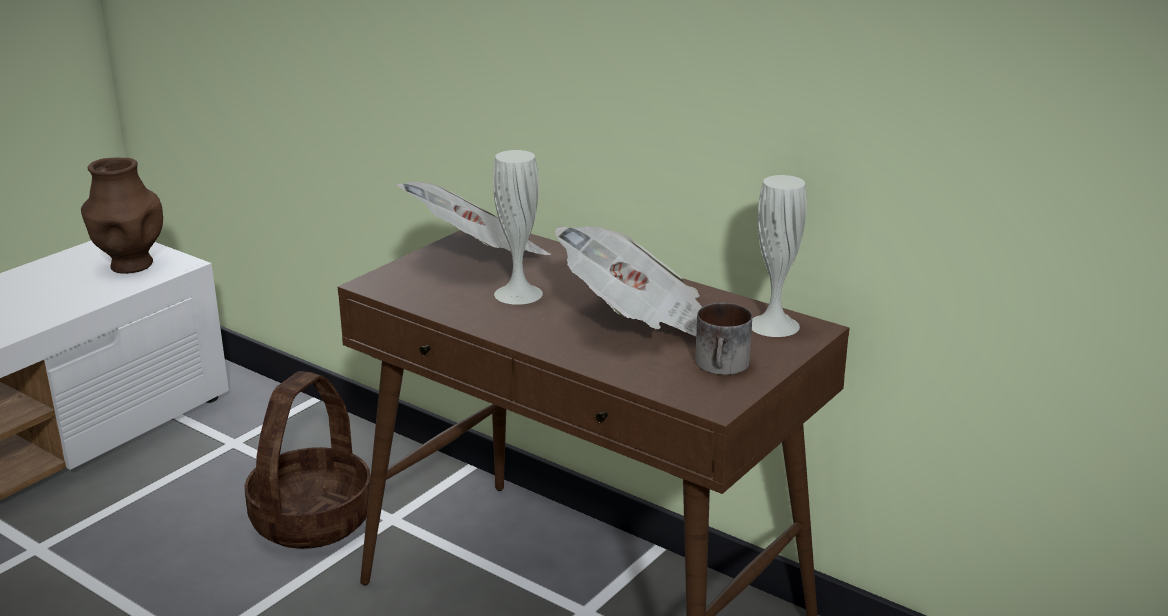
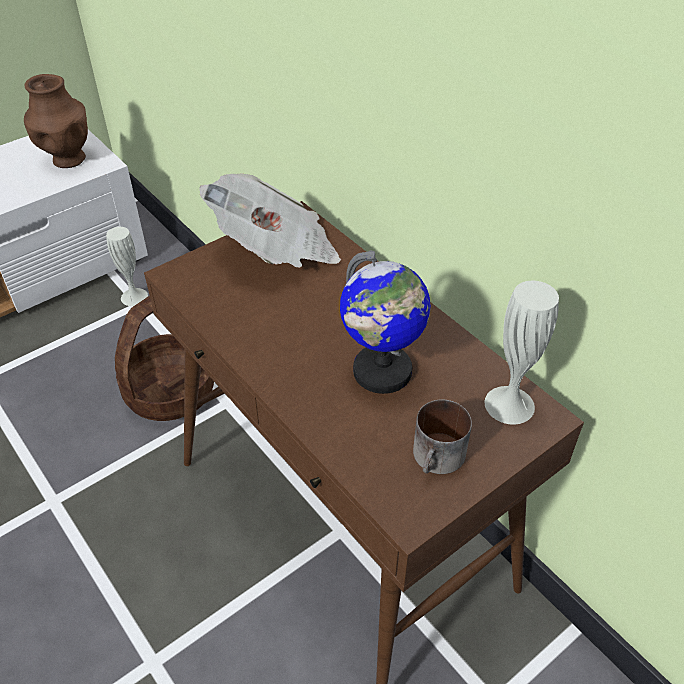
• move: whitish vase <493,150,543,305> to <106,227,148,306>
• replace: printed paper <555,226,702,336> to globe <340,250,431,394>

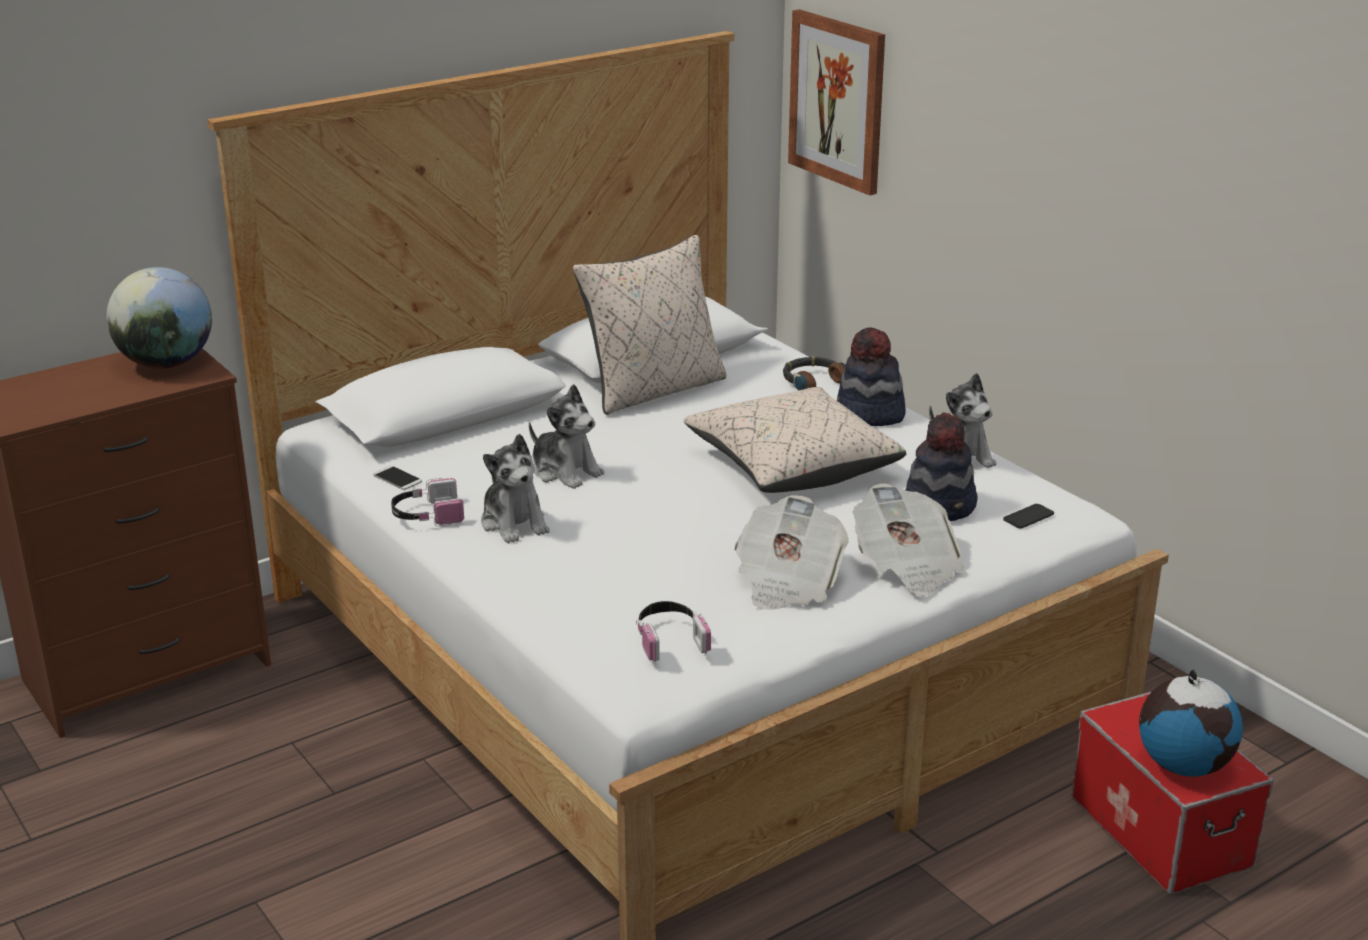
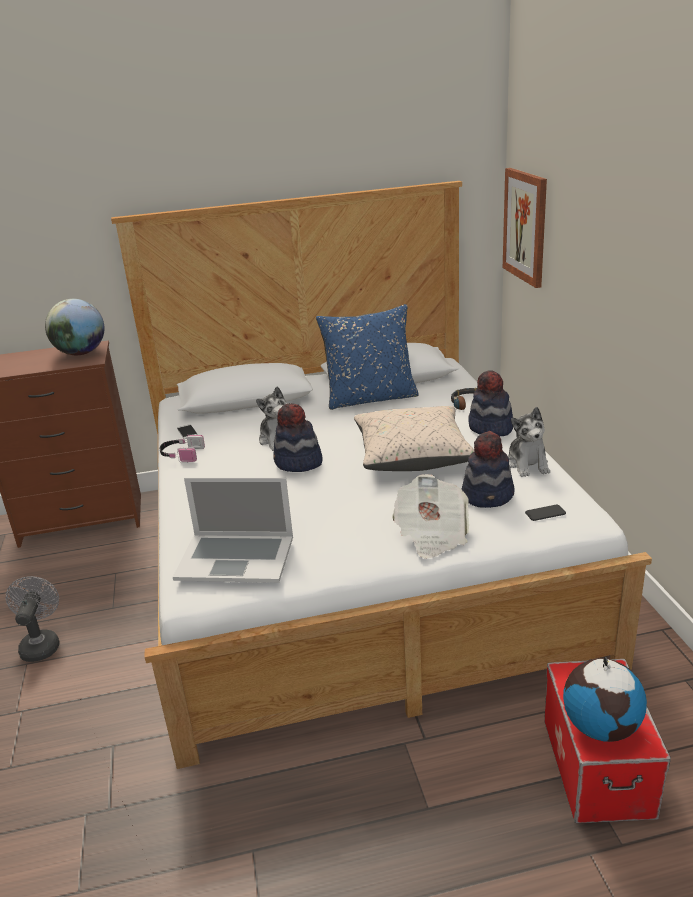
• delete: plush toy <481,434,550,543>
• delete: printed paper <735,495,849,610>
• insert: gray fan <6,576,59,662>
• insert: wearable hat <273,403,323,472>
• replace: headset <636,601,711,662> to laptop <173,478,293,583>
• recolor: beige-coloured throw pillow <573,235,726,415> to bluish throw pillow <316,304,419,410>

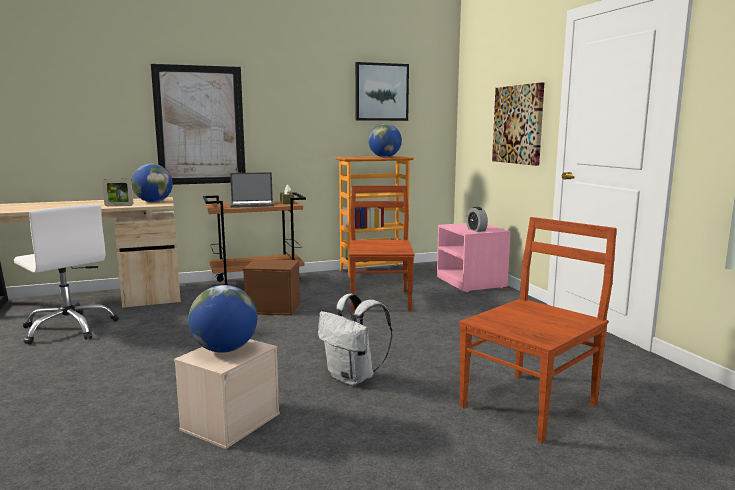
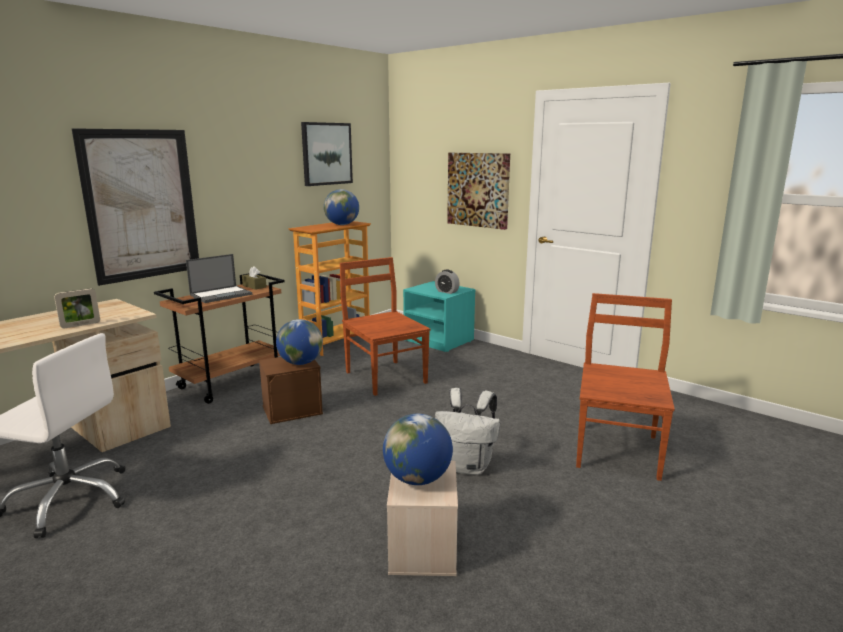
• move: globe <131,164,173,202> to <276,319,323,365>
• recolor: pink nightstand <437,223,511,292> to blue-green nightstand <403,281,475,352>

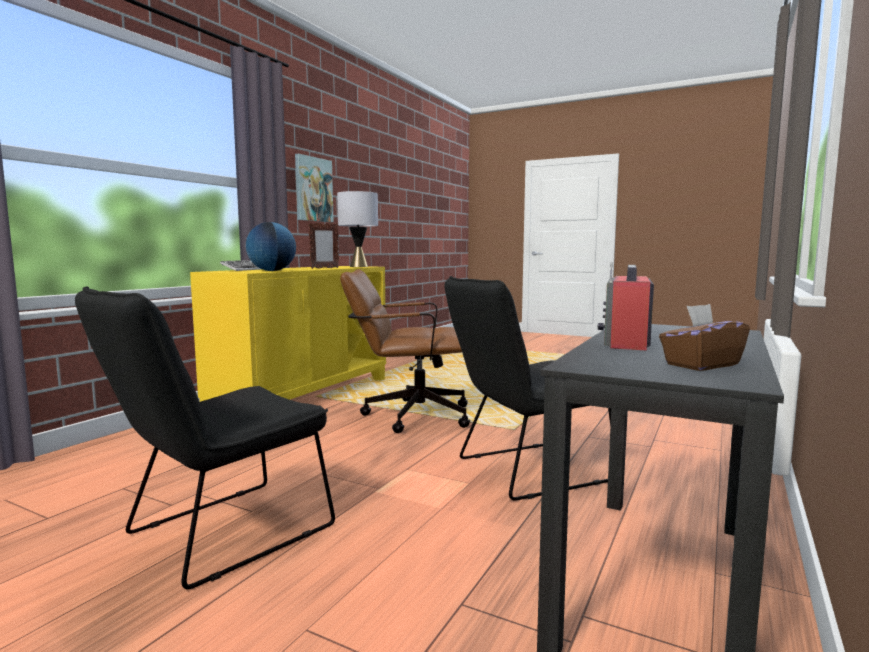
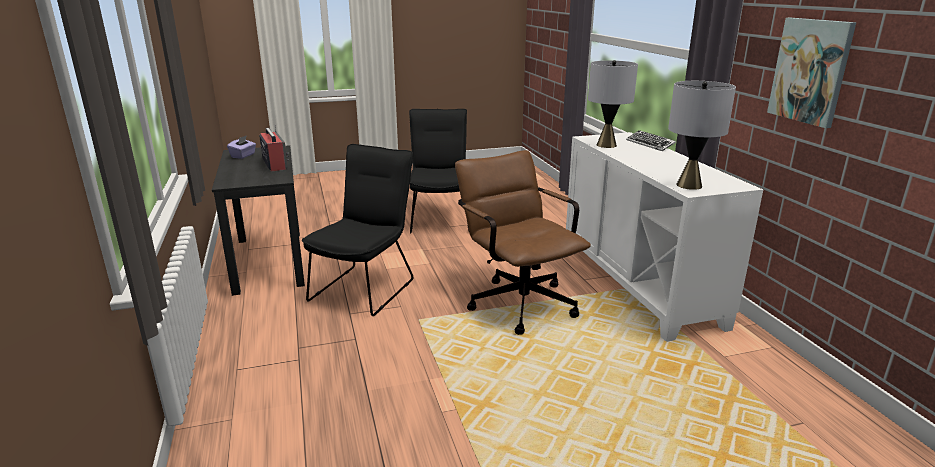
• delete: photo frame <308,223,339,269>
• replace: globe <246,222,296,271> to gray lamp for a table <588,60,638,148>
• recolor: yellow storage cabinet <190,266,386,402> to whitish storage cabinet <566,132,763,342>
• recolor: brown-coloured tissue holder <659,304,750,371> to purplish tissue holder <227,135,256,159>
• rotate: brown-coloured desk chair <340,269,470,433> = <455,150,591,335> 75 degrees counterclockwise

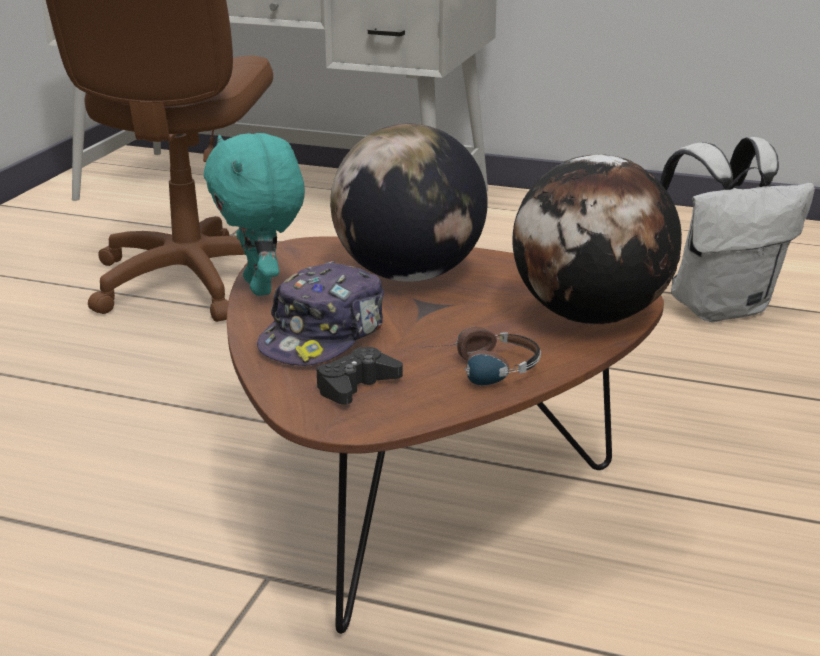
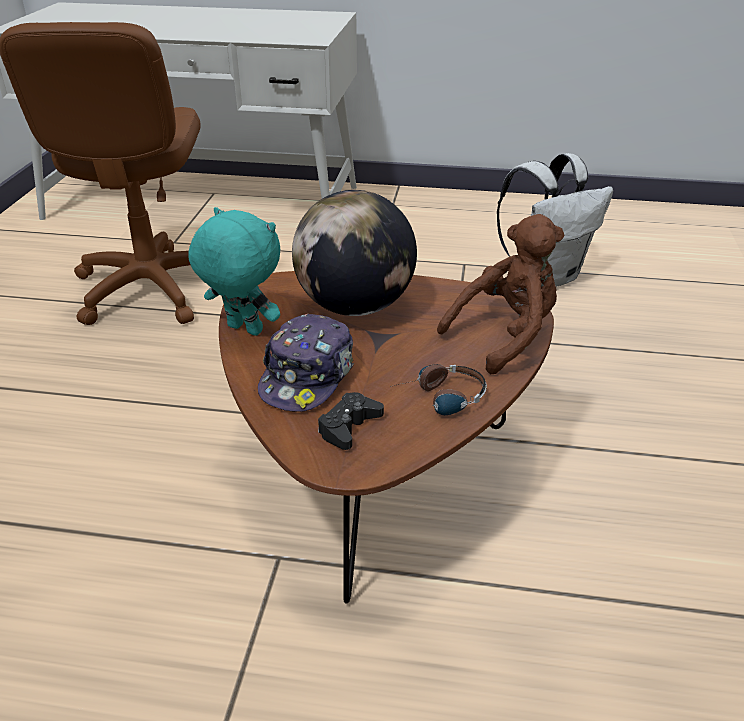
• replace: globe <512,154,682,324> to brown-coloured plush toy <437,214,564,374>
• rotate: blue-green plush toy <203,133,305,296> = <188,207,280,336> 150 degrees clockwise

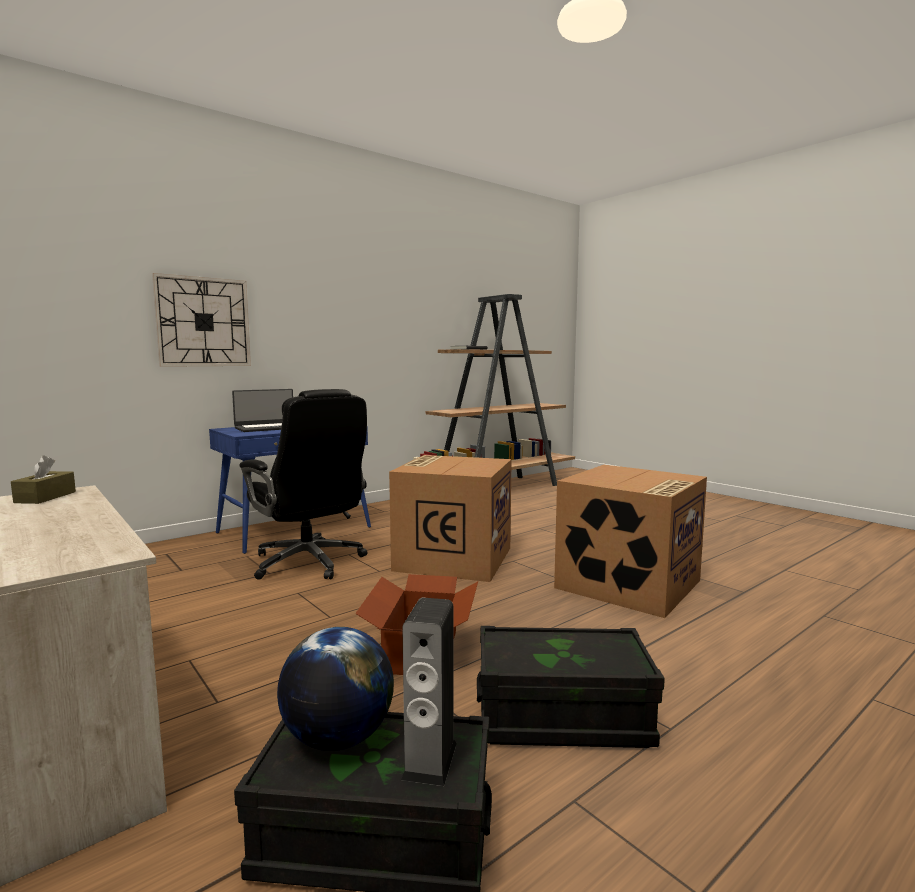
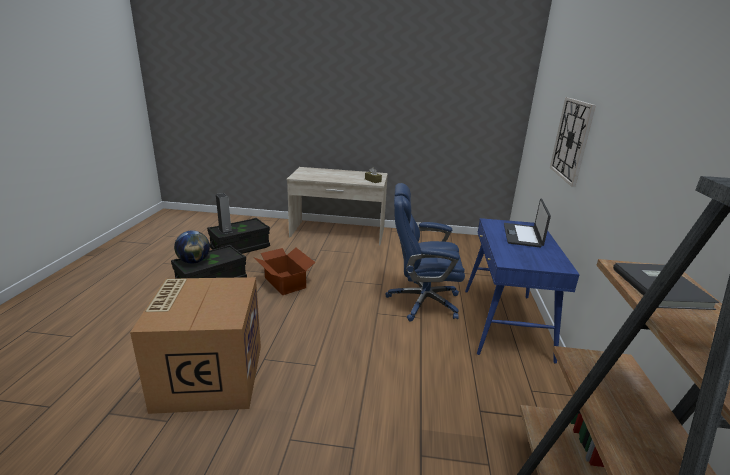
• delete: carton <389,455,512,582>
• move: globe <277,627,394,751> to <174,230,210,264>
• recolor: black-coloured desk chair <239,389,367,580> to bluish desk chair <385,183,465,322>

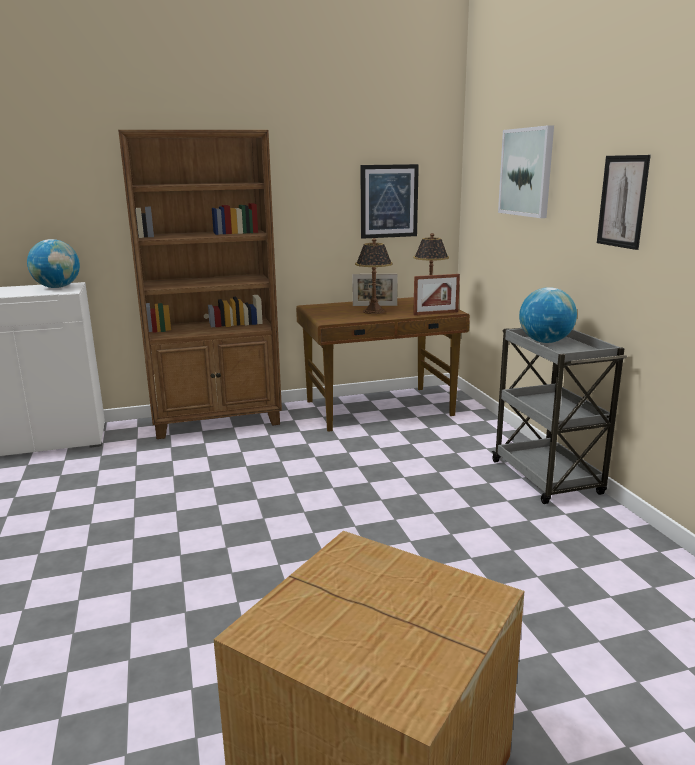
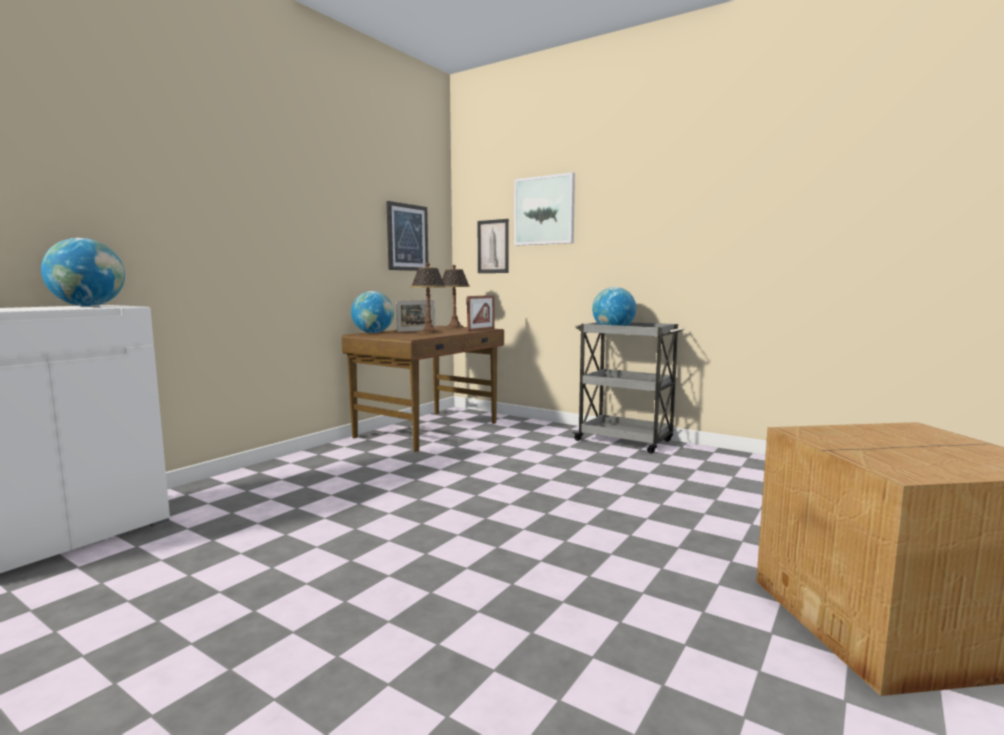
• delete: brown-coloured shelving unit <118,130,282,439>
• insert: globe <351,291,394,333>
• move: wall picture <597,155,651,250> to <478,219,509,273>

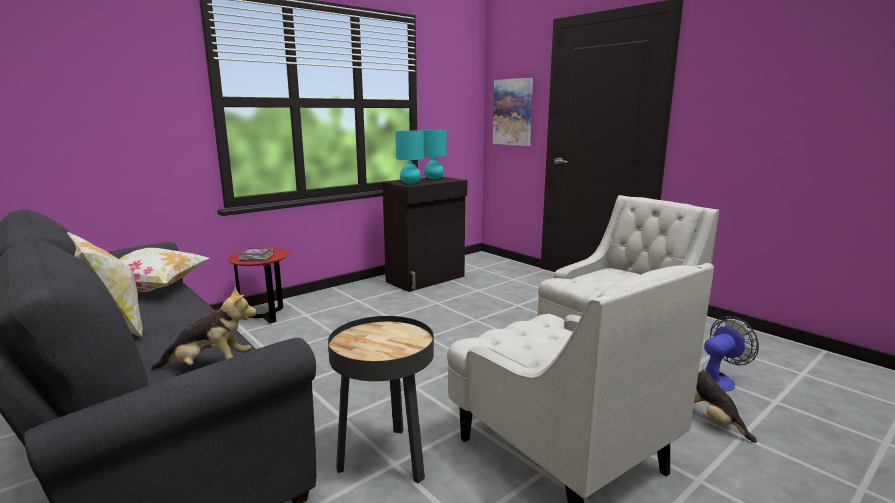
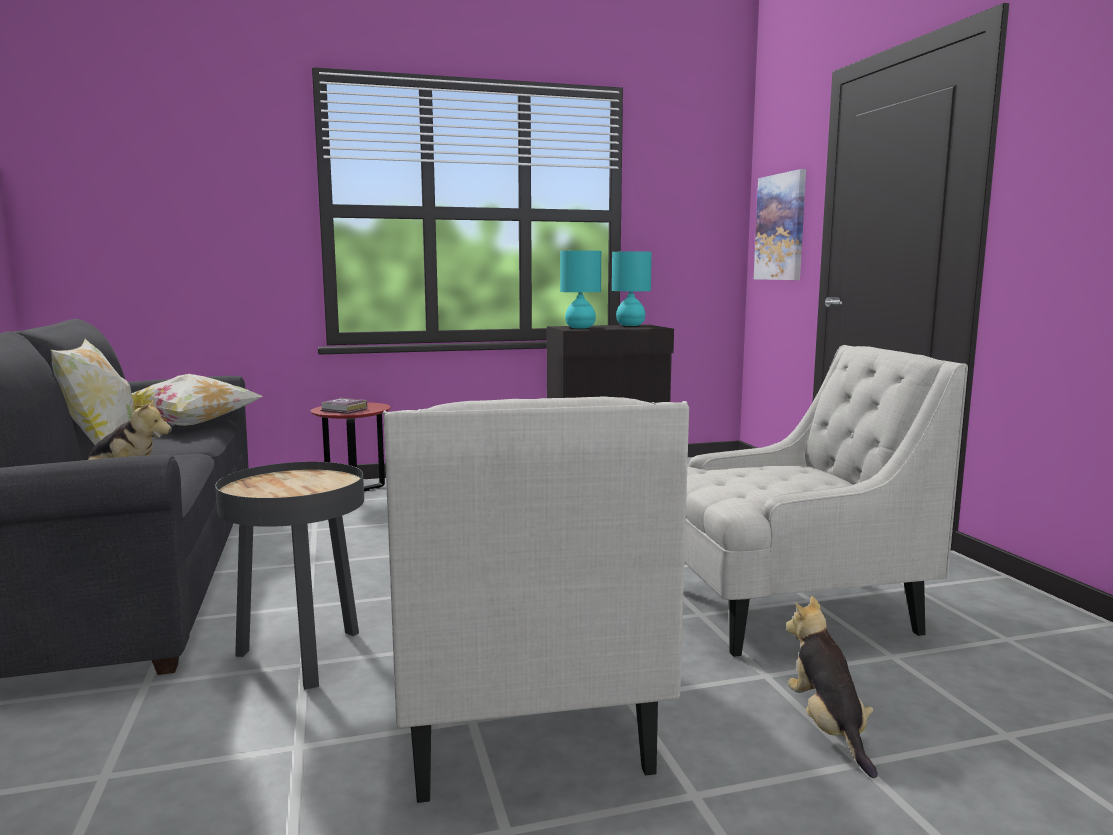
• delete: fan <704,316,759,391>

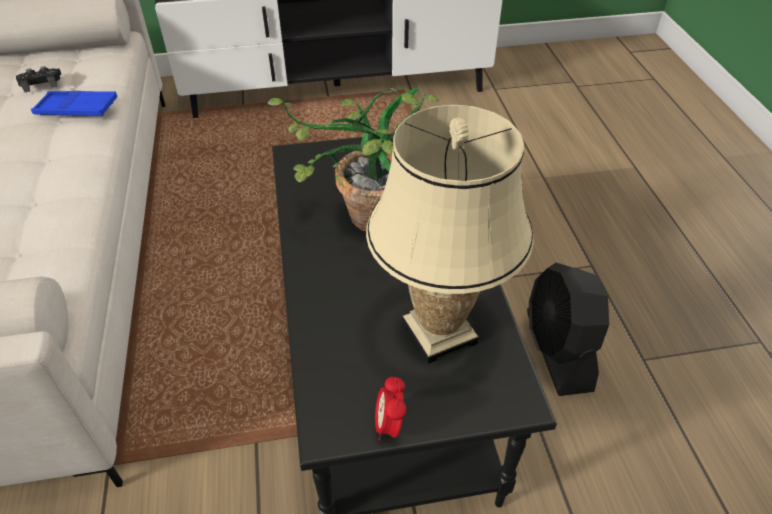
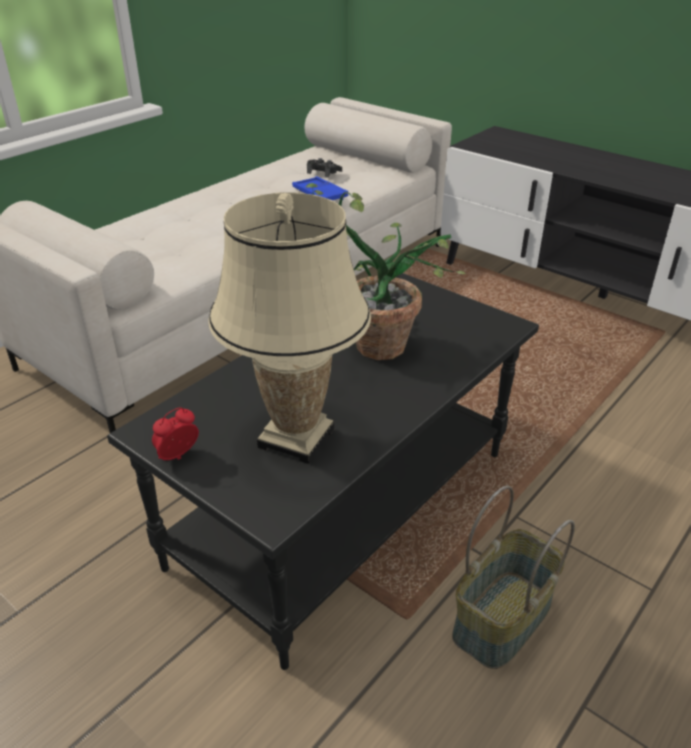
• replace: black-coloured fan <527,263,609,396> to basket <452,486,575,669>

